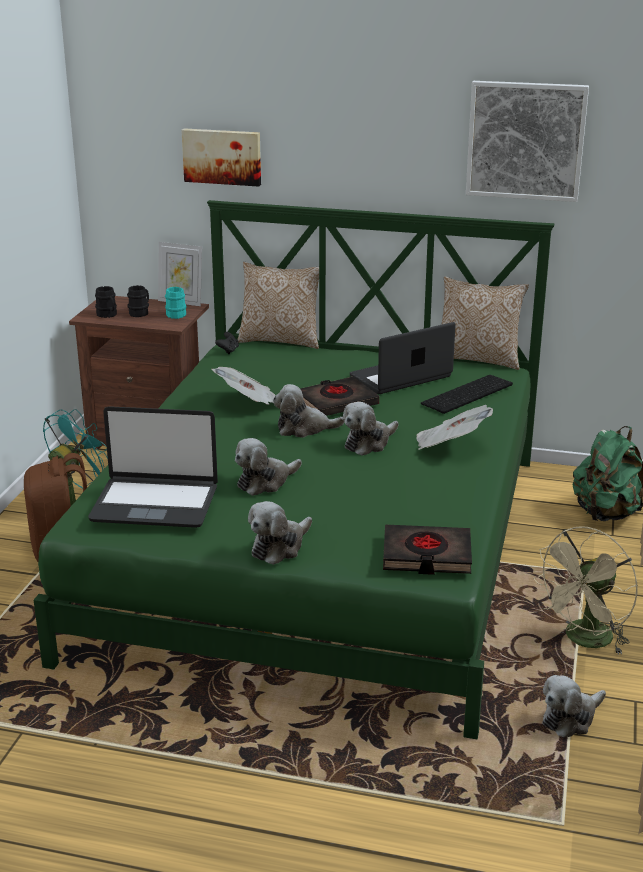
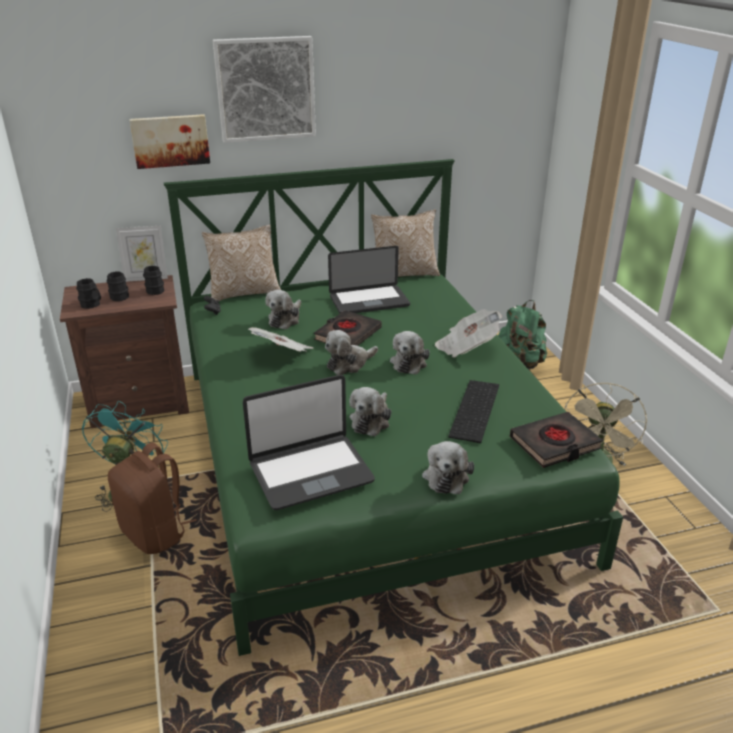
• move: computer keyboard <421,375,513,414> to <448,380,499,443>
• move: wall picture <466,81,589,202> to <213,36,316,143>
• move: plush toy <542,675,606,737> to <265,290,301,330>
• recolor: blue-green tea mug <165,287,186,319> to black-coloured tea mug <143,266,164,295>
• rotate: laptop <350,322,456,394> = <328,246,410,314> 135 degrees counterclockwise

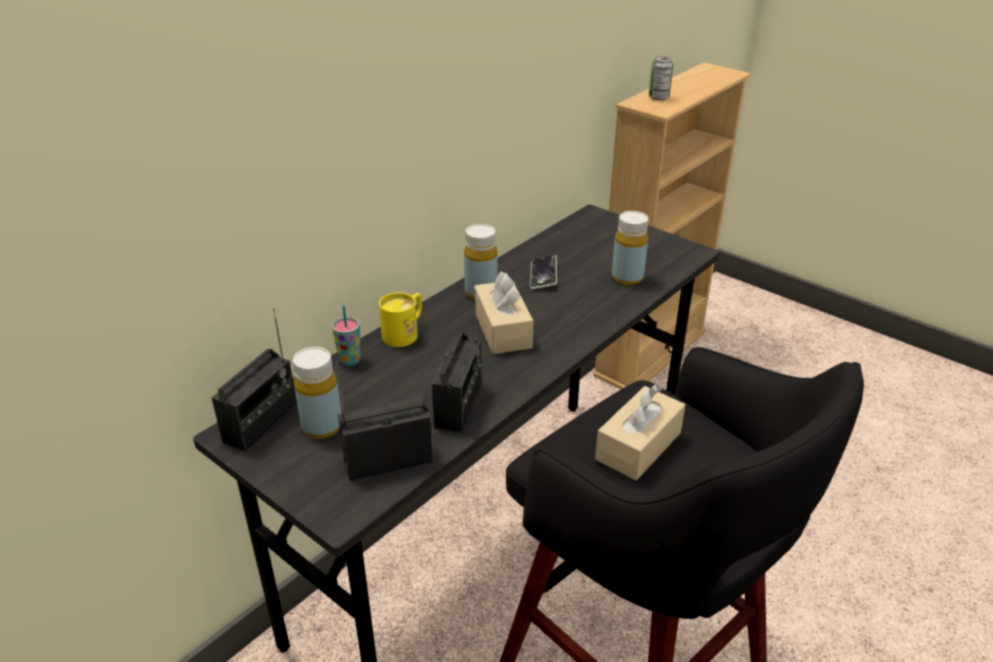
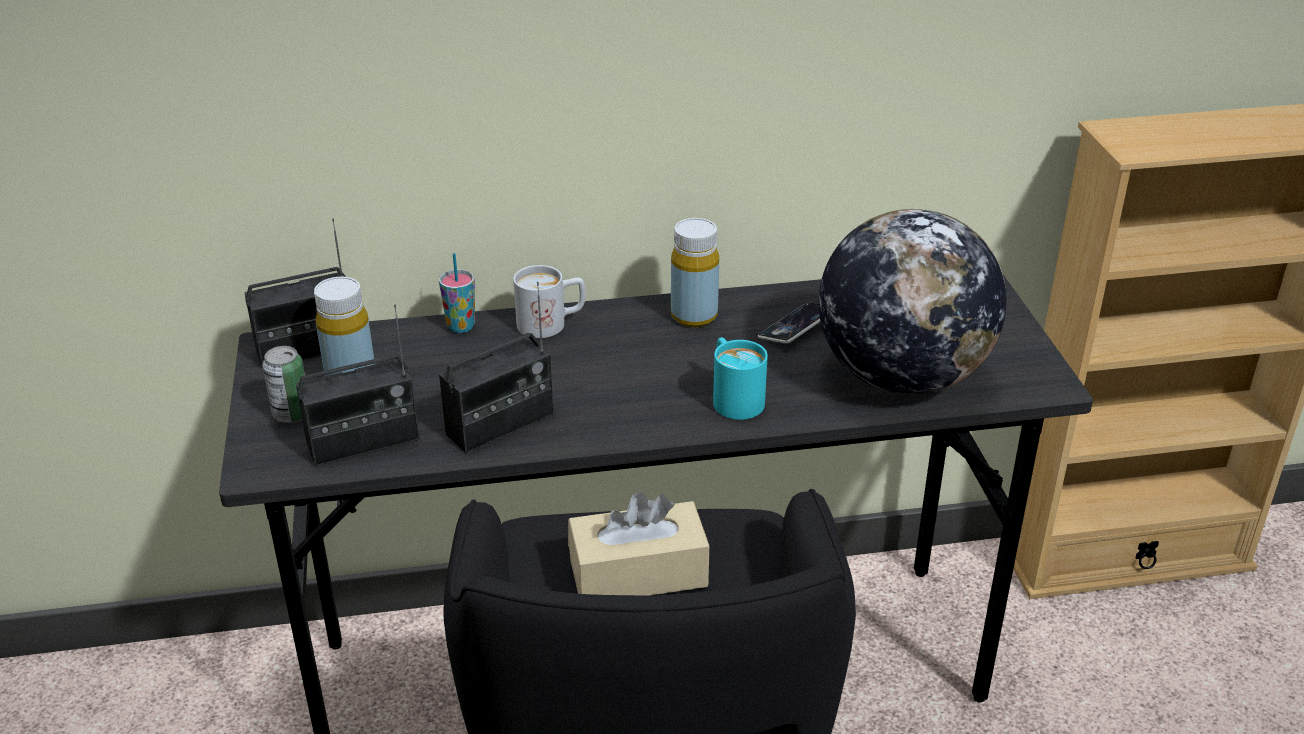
• delete: beige-coloured tissue holder <474,271,534,354>
• insert: blue-green tea mug <713,337,768,420>
• move: can <649,56,673,100> to <262,346,306,423>
• replace: yellow beverage bottle <612,211,649,285> to globe <819,209,1006,395>
• recolor: yellow tea mug <379,292,422,347> to whitish tea mug <513,265,586,338>
• rotate: radio <335,361,433,481> = <296,304,419,466> 135 degrees clockwise

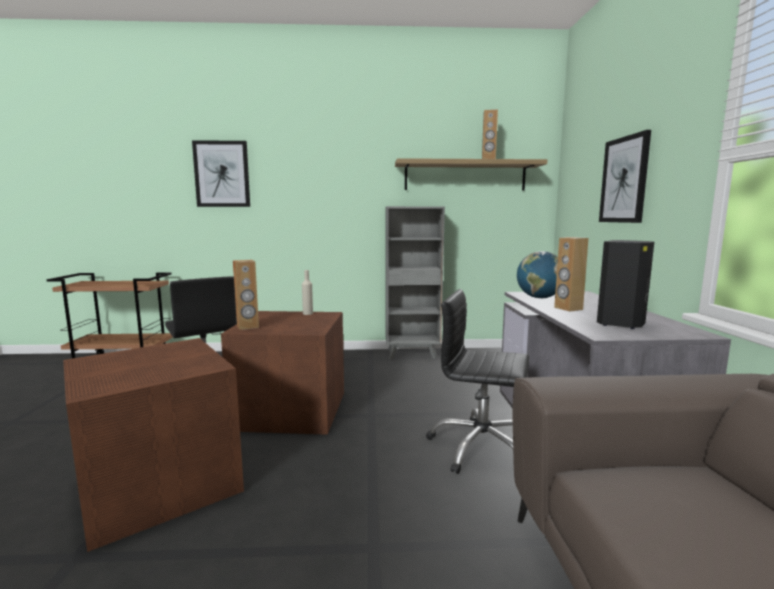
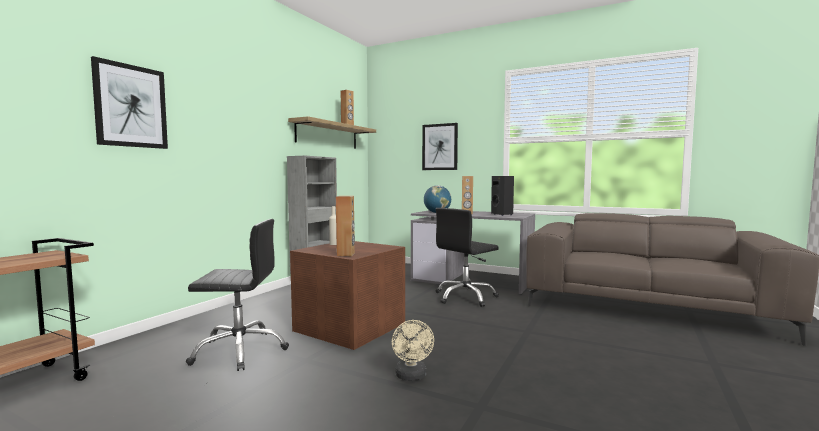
• replace: brown-coloured storage container <63,338,244,552> to beige-coloured fan <392,320,434,380>

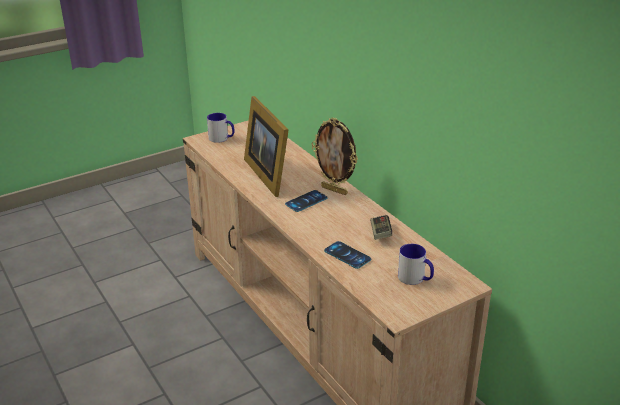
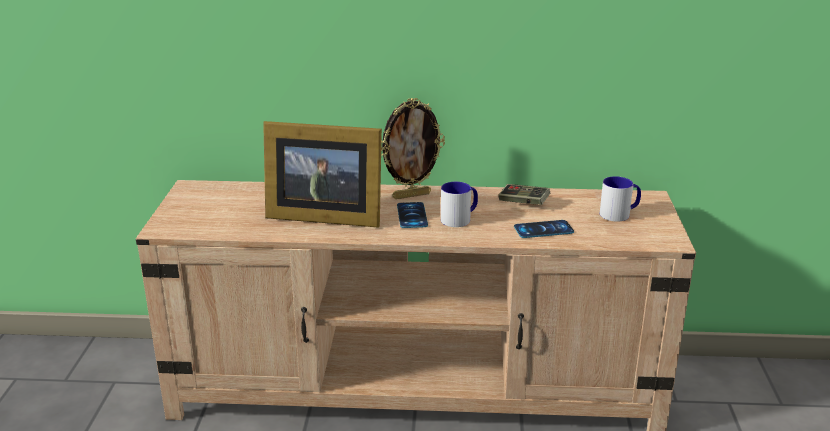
• move: tea mug <207,113,235,143> to <441,182,478,227>

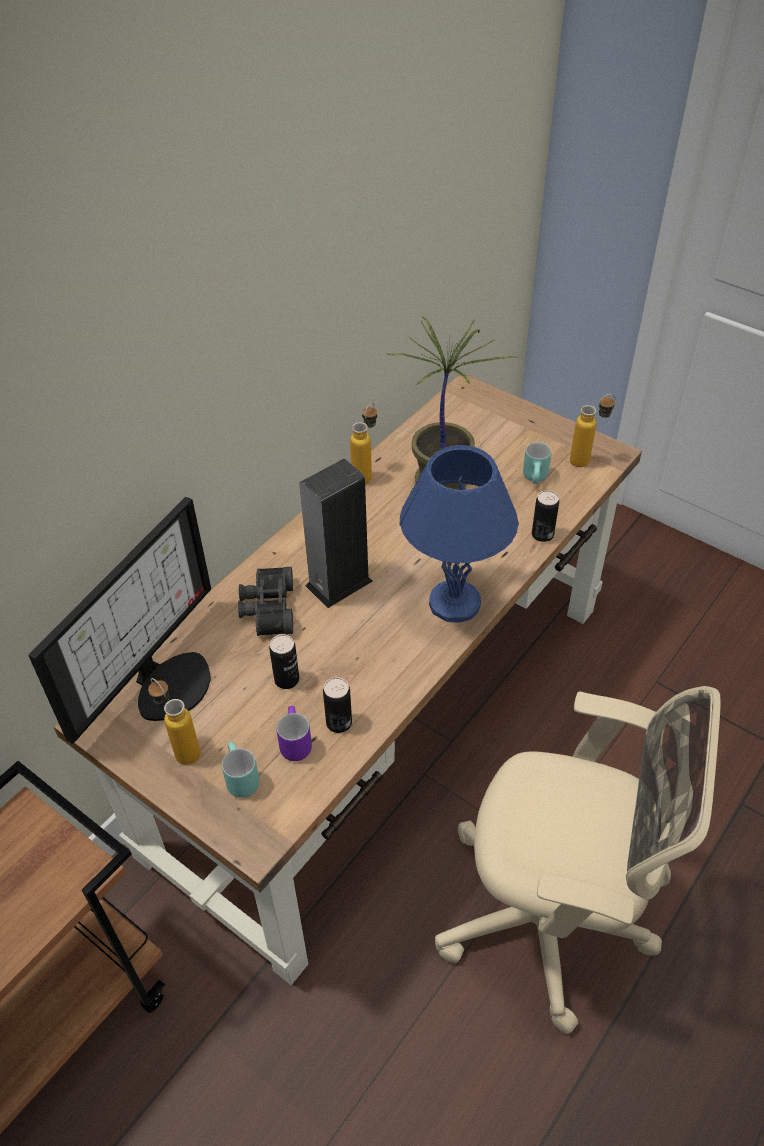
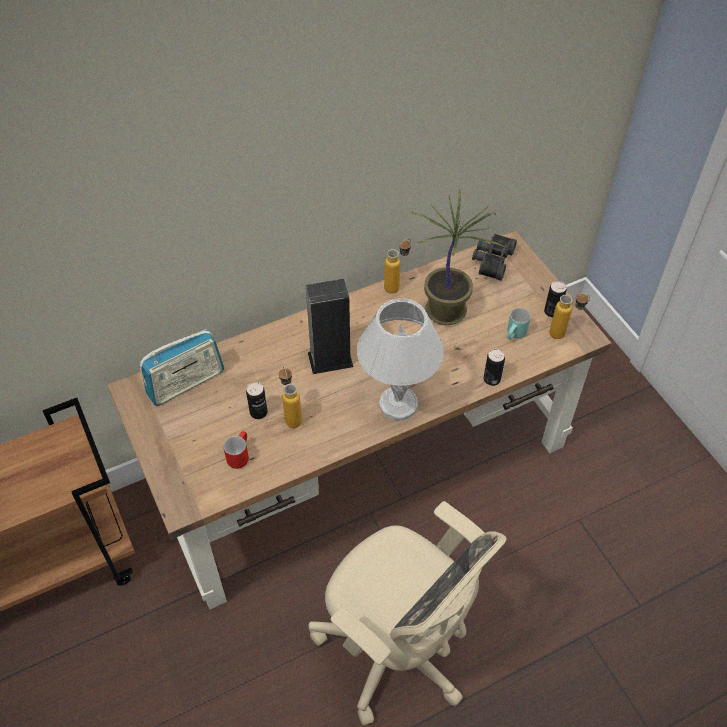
• delete: blue-green tea mug <222,742,259,798>
• move: beverage bottle <148,678,200,765> to <279,366,302,428>
• move: black-coloured pair of binoculars <238,567,293,636> to <472,234,517,281>
• move: can <323,677,352,733> to <544,281,567,317>
• replace: computer display <29,497,211,744> to radio <140,329,224,406>
• recolor: purplish tea mug <277,706,312,761> to red tea mug <224,431,249,469>
• recolor: bluish lamp for a table <399,445,519,623> to whitish lamp for a table <357,299,444,421>

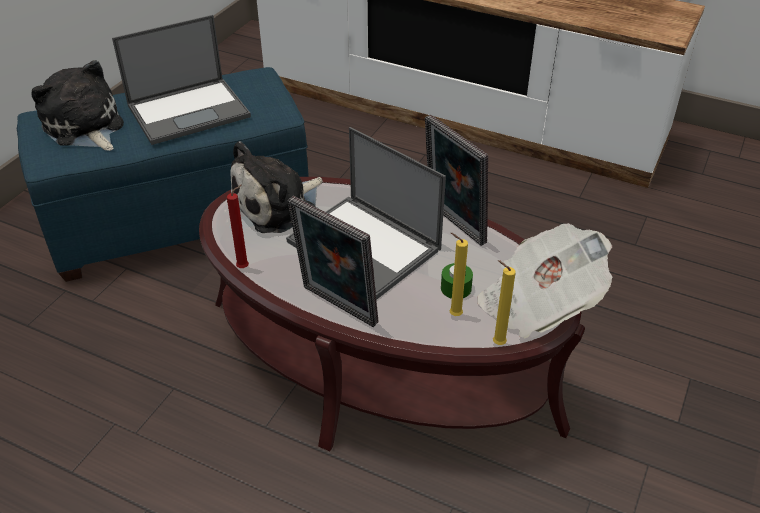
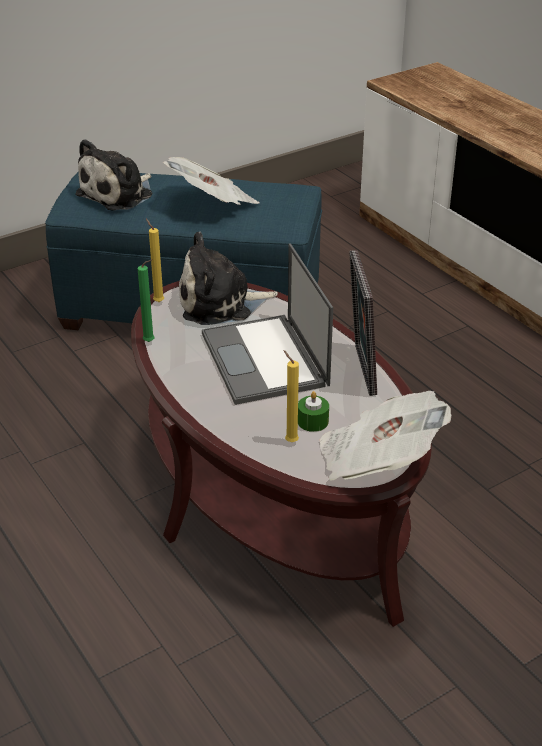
• delete: photo frame <288,196,378,327>
• move: yellow wax candle <493,260,516,345> to <146,219,164,302>
• replace: laptop <112,15,251,145> to printed paper <163,157,260,205>
• recolor: red wax candle <227,185,249,268> to green wax candle <138,259,154,342>
• rotate: plush toy <32,60,124,151> = <75,139,152,211> 135 degrees counterclockwise

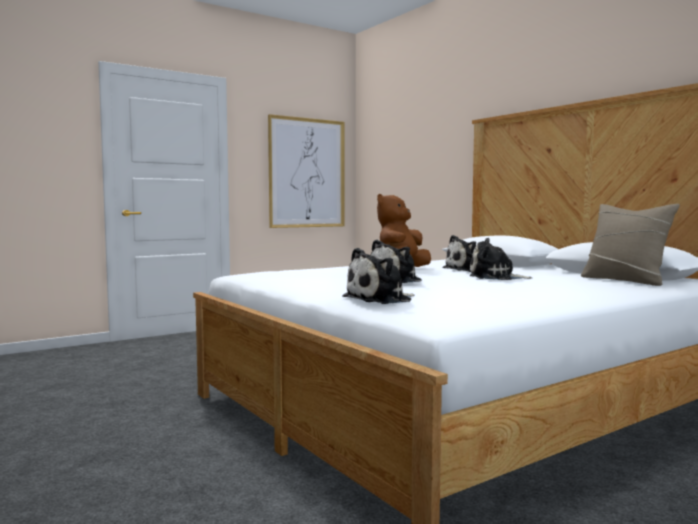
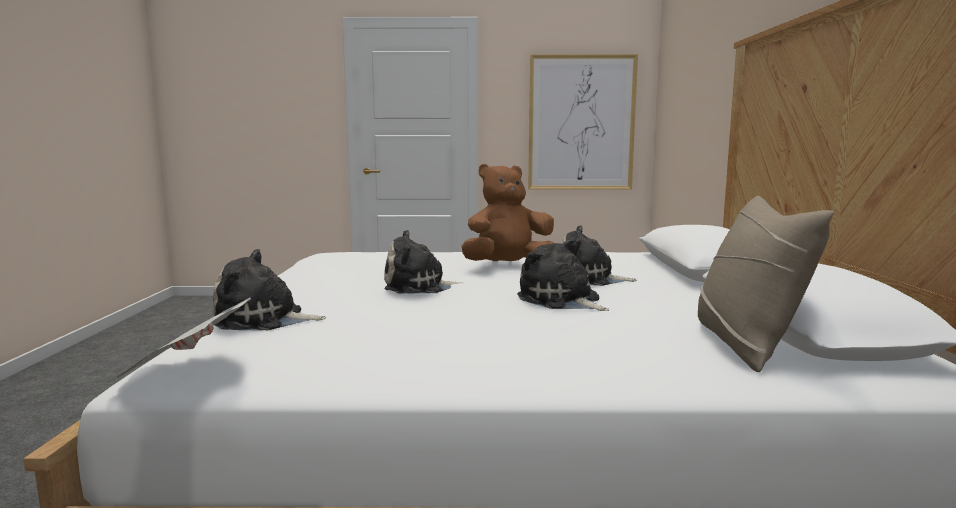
• insert: printed paper <107,298,252,383>

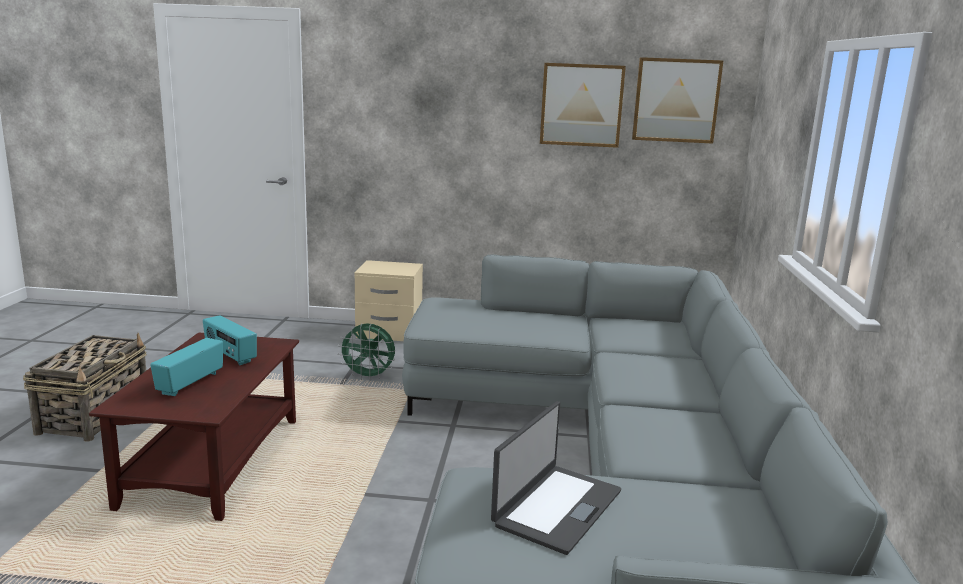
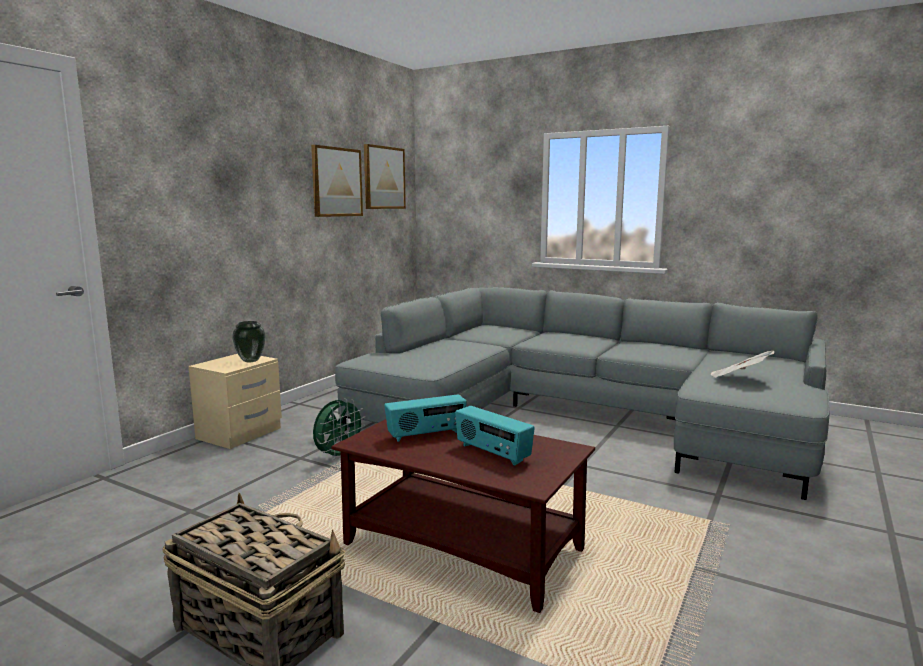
• insert: vase <232,321,265,362>
• replace: laptop <491,401,621,555> to printed paper <711,351,775,378>

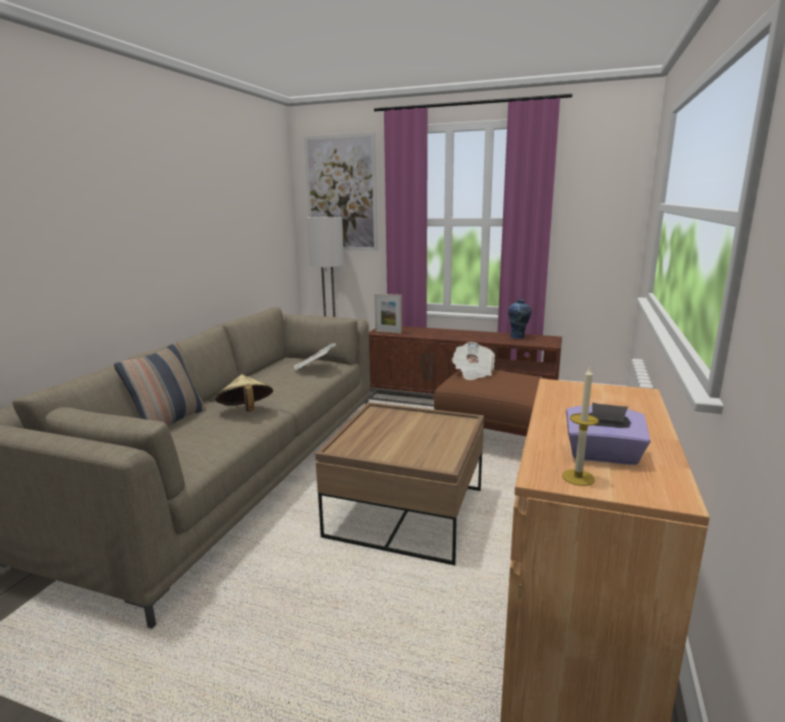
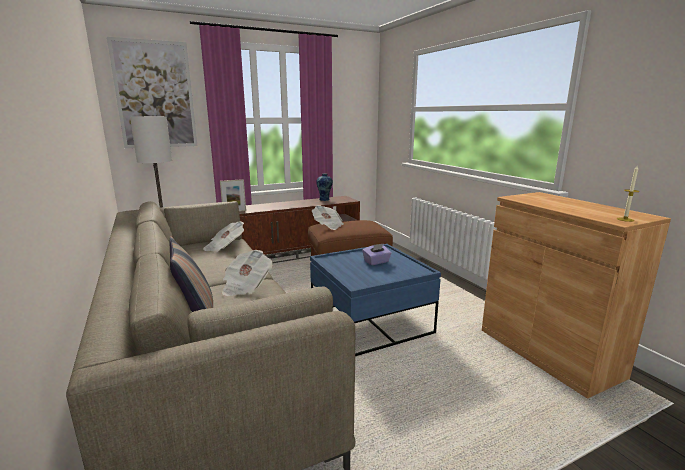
• move: purplish tissue holder <566,402,650,465> to <362,243,392,265>
• replace: beige-coloured wearable hat <215,374,273,412> to printed paper <222,250,273,296>
• recolor: brown-coloured coffee table <315,402,484,565> to bluish coffee table <310,244,441,356>

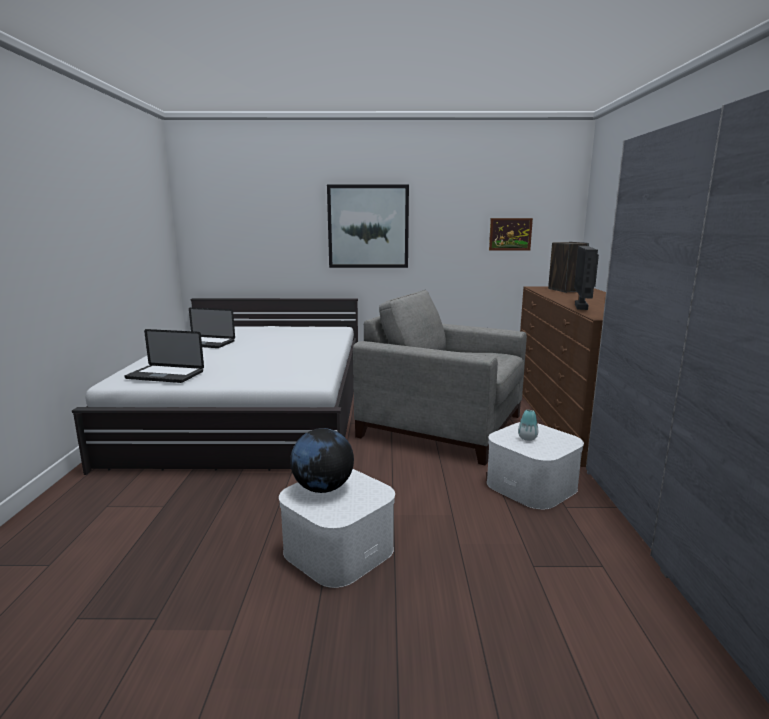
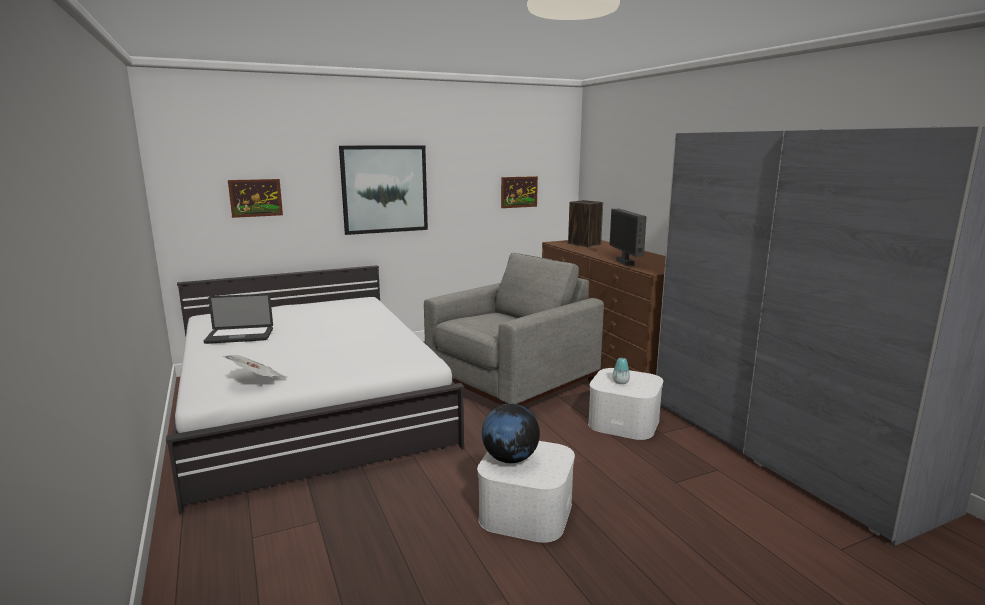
• insert: wall picture <228,179,283,218>
• replace: laptop <124,329,204,383> to printed paper <222,355,286,377>
• rotate: gray easy chair <353,290,527,465> = <424,253,604,406> 135 degrees clockwise

